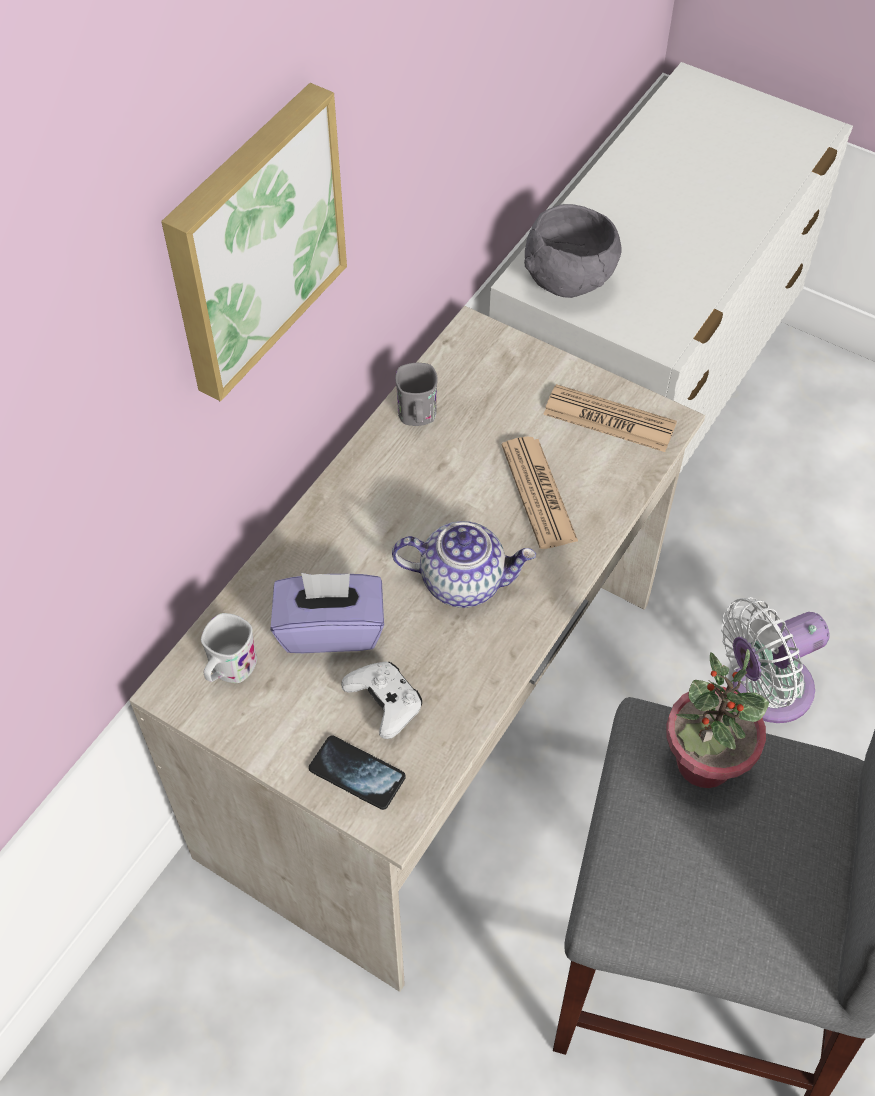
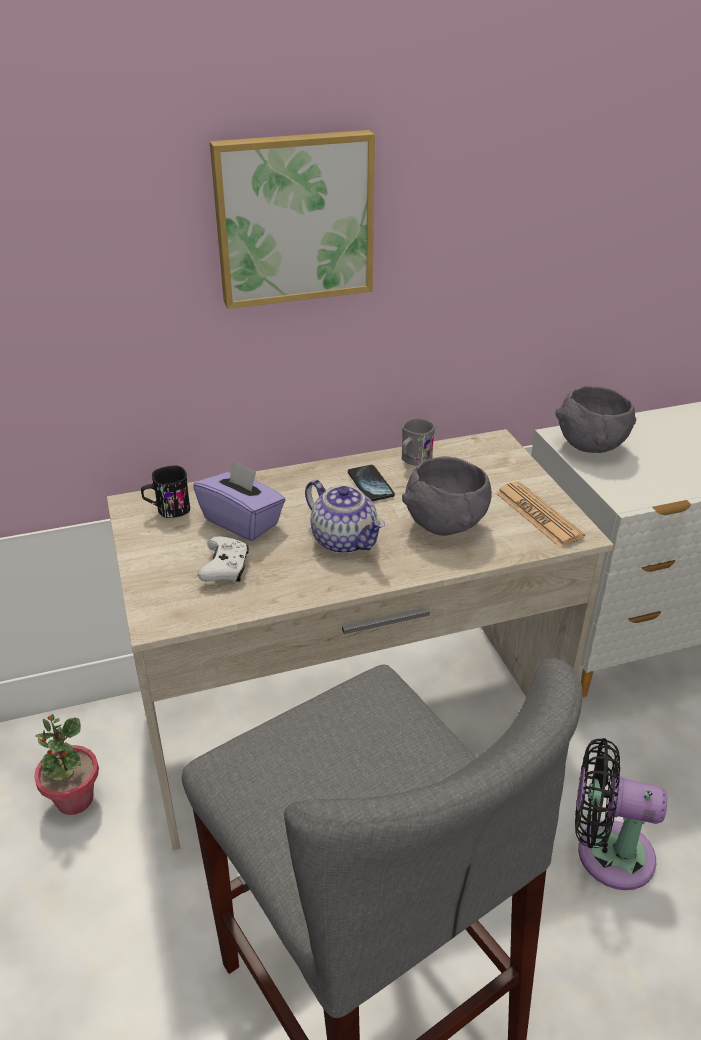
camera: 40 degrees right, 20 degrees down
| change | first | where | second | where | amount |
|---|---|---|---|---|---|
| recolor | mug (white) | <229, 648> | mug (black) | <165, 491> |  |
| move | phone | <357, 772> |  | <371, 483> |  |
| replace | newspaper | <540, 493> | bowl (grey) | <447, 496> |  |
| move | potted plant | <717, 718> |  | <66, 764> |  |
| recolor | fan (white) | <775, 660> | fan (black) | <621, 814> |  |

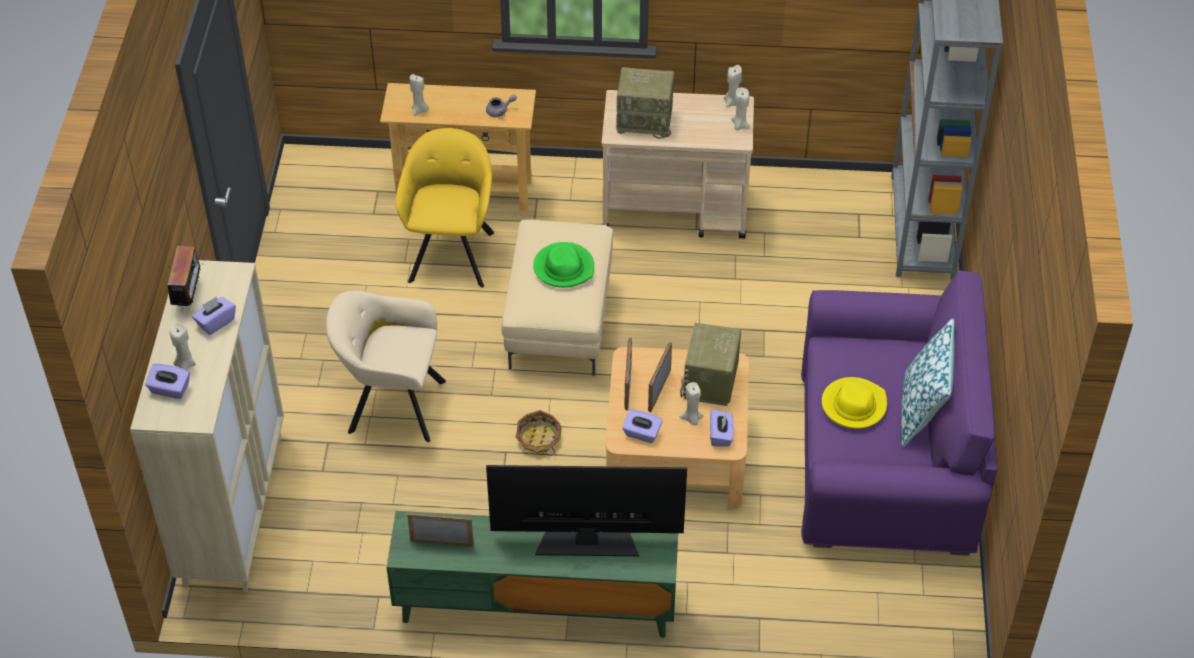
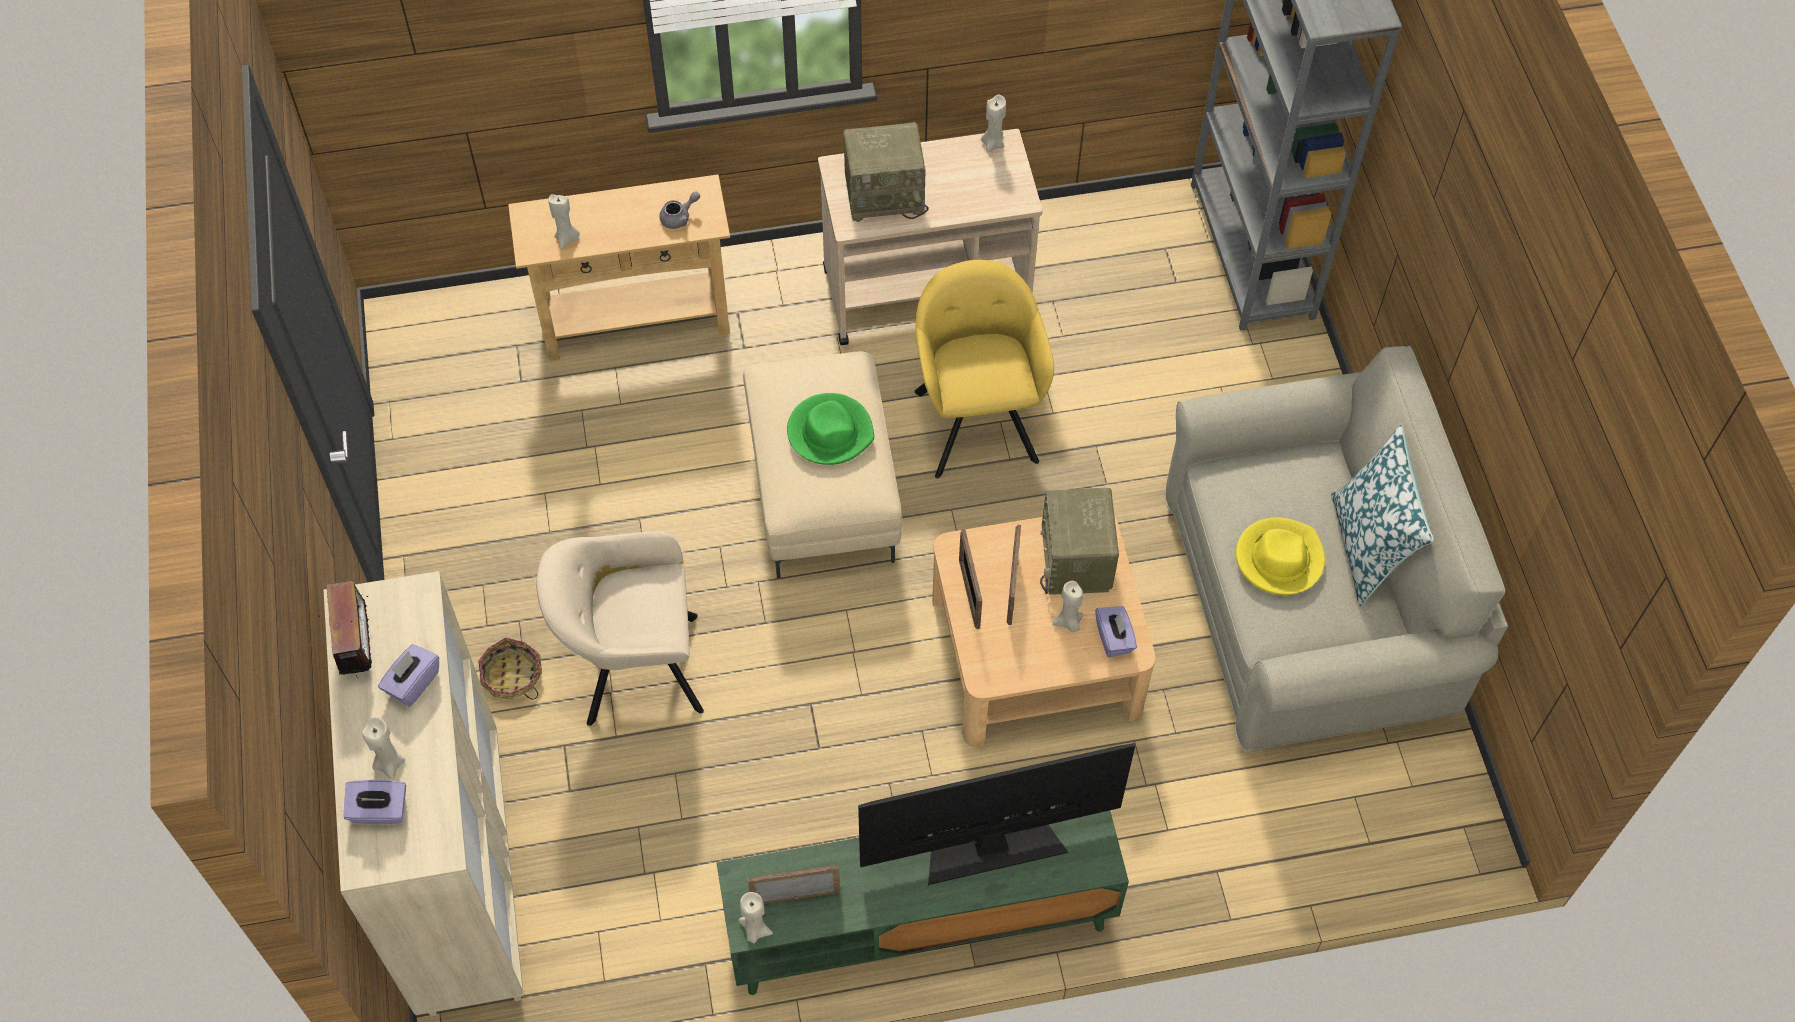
camera: 15 degrees left, 10 degrees up
| change | first | where | second | where | amount |
|---|---|---|---|---|---|
| move | armchair (yellow) | <445, 207> |  | <984, 369> |  |
| move | basket | <538, 433> |  | <510, 668> |  |
| delete | tissue box (purple) | <642, 426> |  |  |  |
| move | candle (beige) | <740, 108> |  | <755, 917> |  |
| recolor | sofa (purple) | <899, 413> | sofa (beige) | <1336, 549> |  |

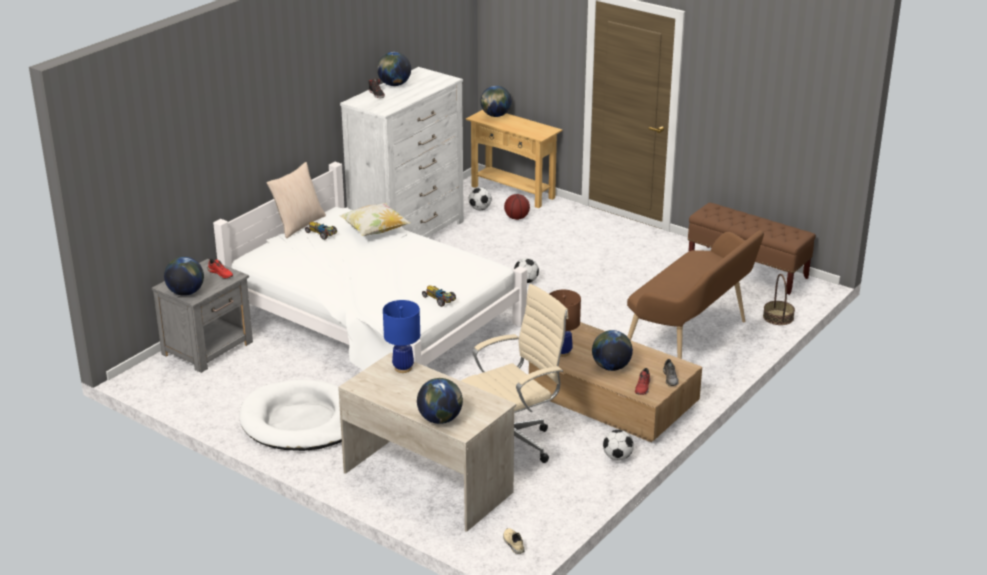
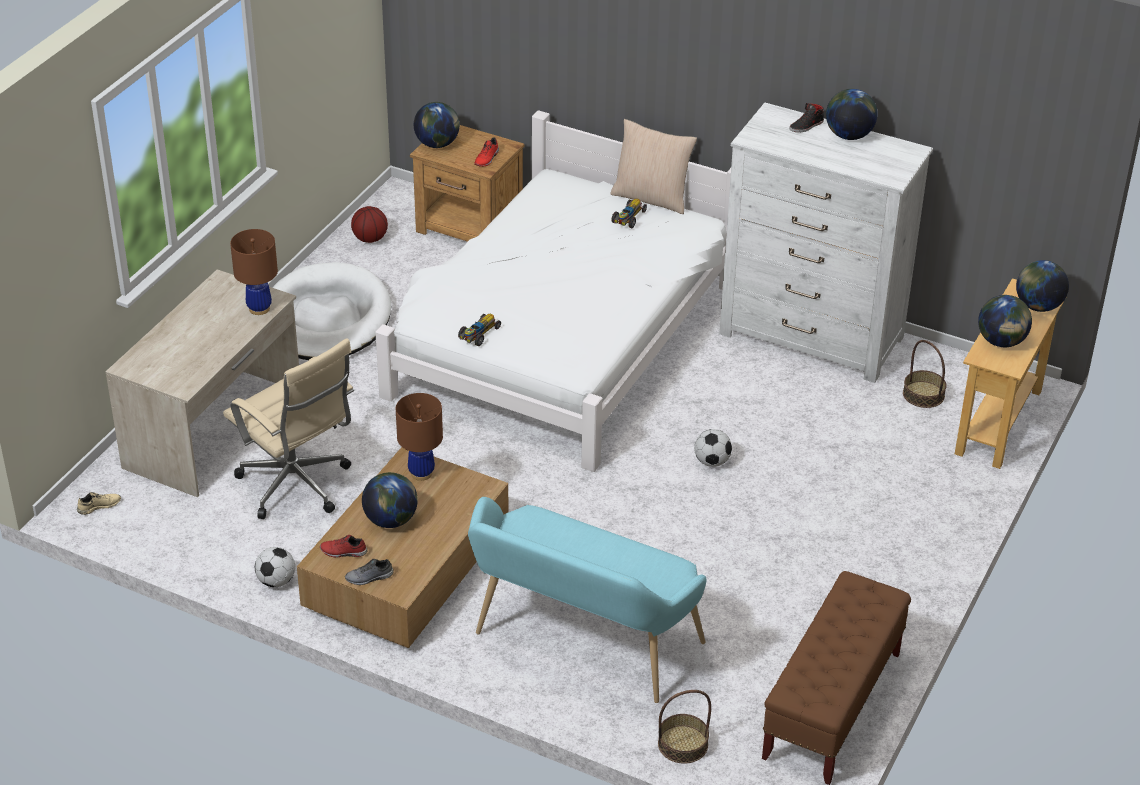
camera: 80 degrees right, 10 degrees up
| change | first | where | second | where | amount |
|---|---|---|---|---|---|
| recolor | nightstand (grey) | <202, 316> | nightstand (brown) | <467, 183> |  |
| delete | pillow | <374, 219> |  |  |  |
| recolor | table lamp (blue) | <401, 336> | table lamp (brown) | <254, 272> |  |
| move | globe | <440, 401> |  | <1005, 321> |  |
| replace | football | <480, 198> | basket | <925, 374> |  |
| move | basketball | <517, 207> |  | <369, 224> |  |
| recolor | bench (brown) | <695, 294> | bench (turquoise) | <587, 600> |  |

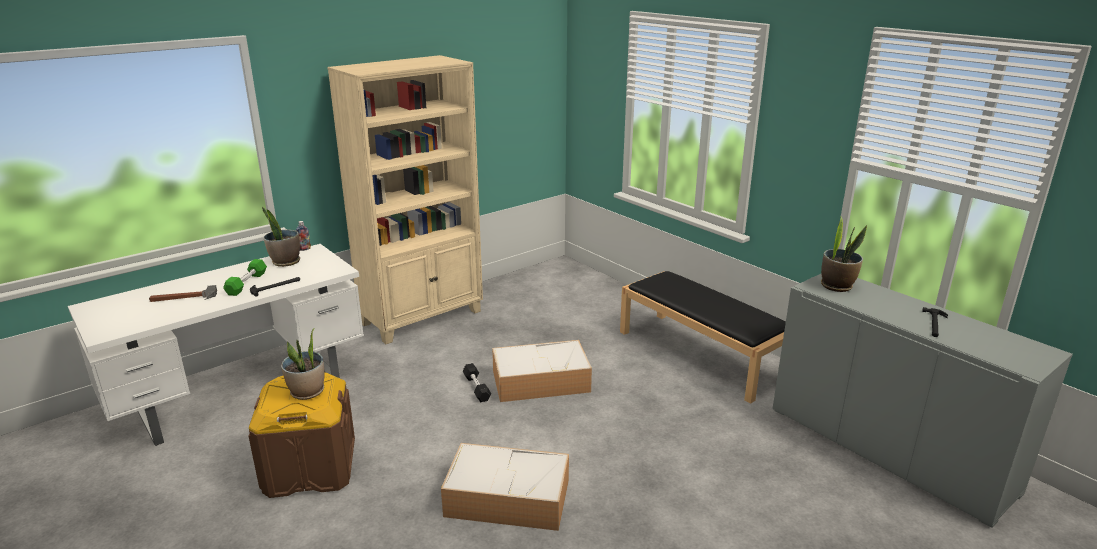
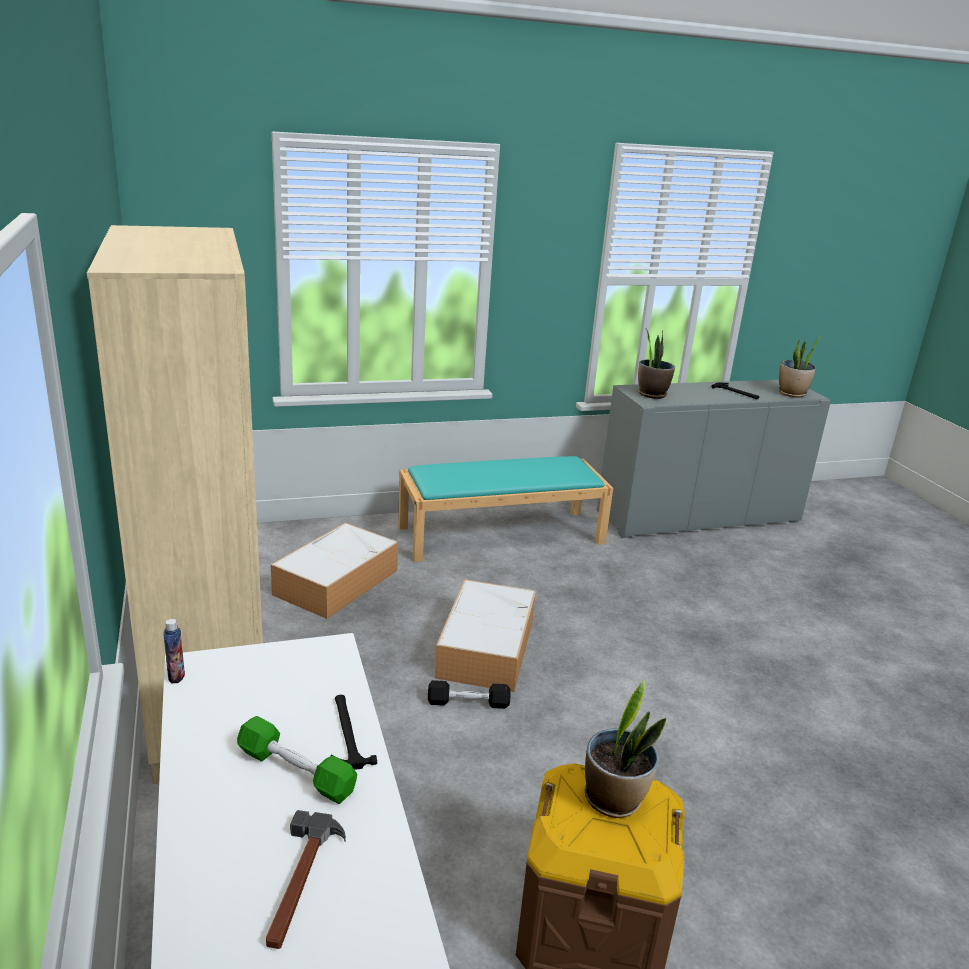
camera: 70 degrees left, 0 degrees up
| change | first | where | second | where | amount |
|---|---|---|---|---|---|
| move | potted plant | <281, 237> |  | <800, 366> |  |
| move | storage box | <505, 487> |  | <334, 571> |  |
| recolor | bench (black) | <703, 337> | bench (turquoise) | <505, 509> |  |

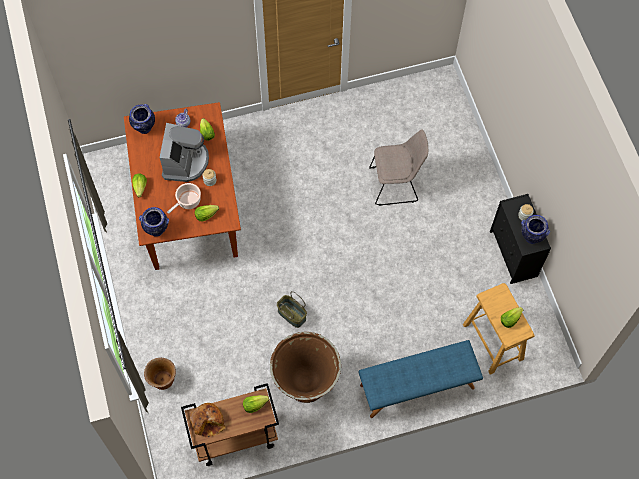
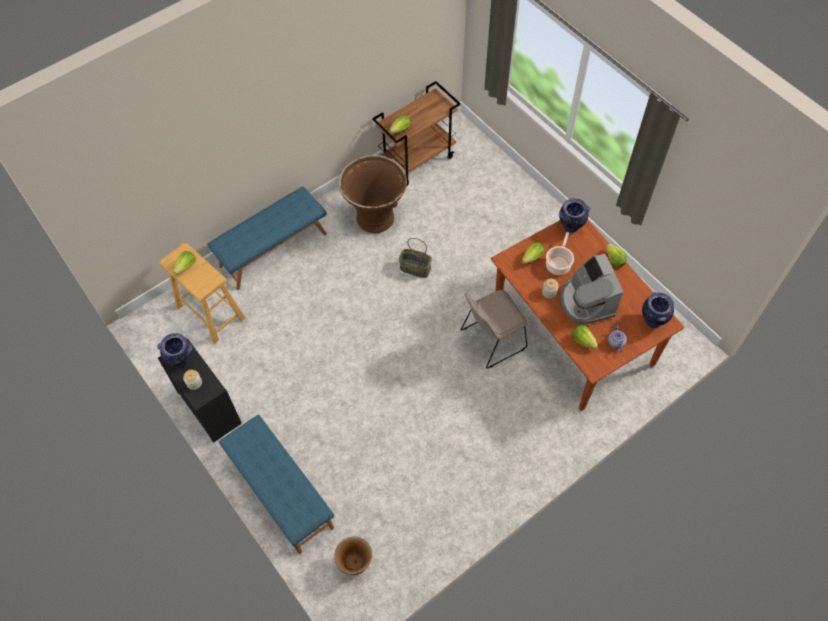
camera: 160 degrees right, 5 degrees down
| change | first | where | second | where | amount |
|---|---|---|---|---|---|
| move | planter (brown) | <160, 374> |  | <353, 555> |  |
| delete | bread | <208, 420> |  |  |  |
| move | chair (beige) | <398, 167> |  | <494, 329> |  |
| insert |  |  | bench (blue) | <276, 484> |  |

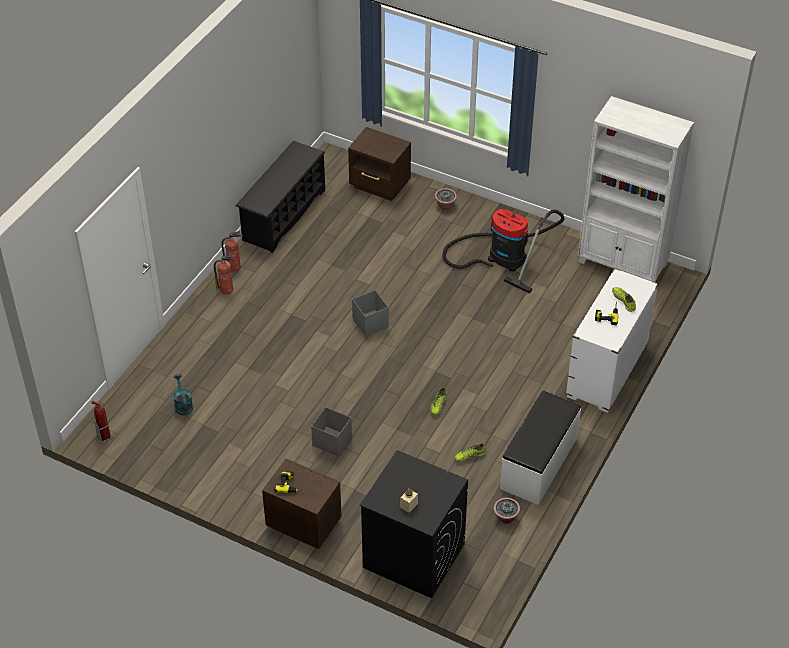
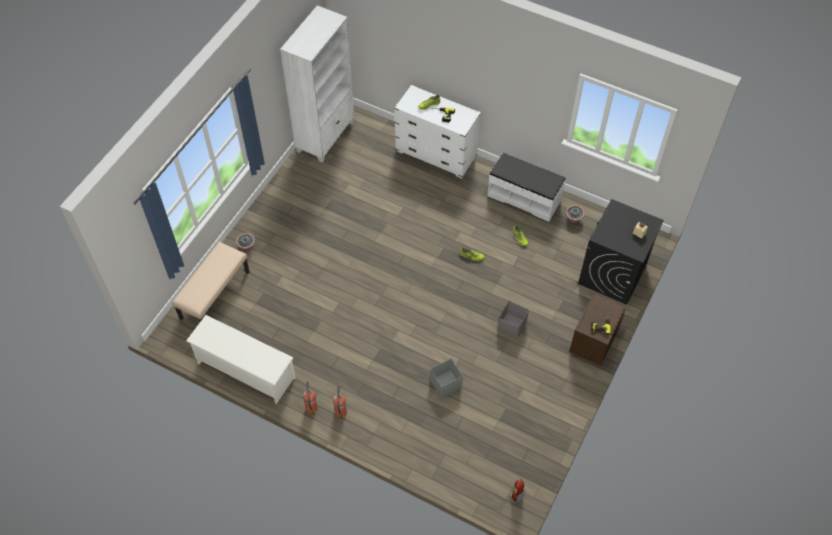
camera: 90 degrees left, 10 degrees up
| change | first | where | second | where | amount |
|---|---|---|---|---|---|
| delete | watering can (turquoise) | <183, 395> |  |  |  |
| recolor | shoe rack (black) | <280, 197> | shoe rack (white) | <241, 359> |  |
| replace | nightstand (brown) | <379, 164> | bench (beige) | <211, 282> |  |
| move | storage box (grey) | <370, 313> |  | <446, 378> |  |
| delete | vacuum cleaner | <503, 251> |  |  |  |

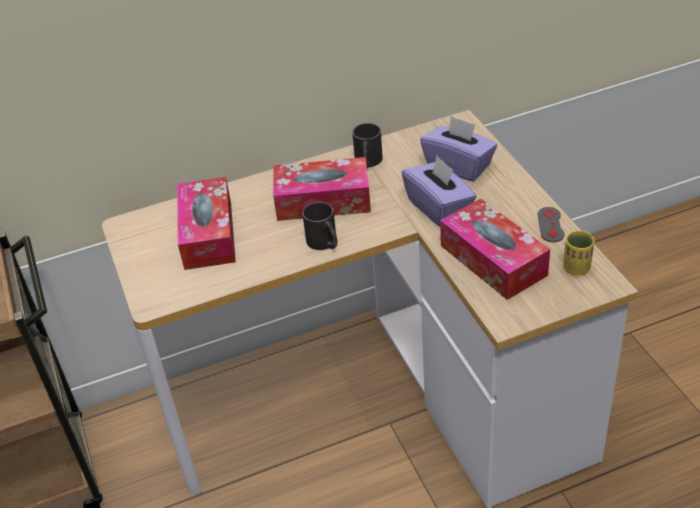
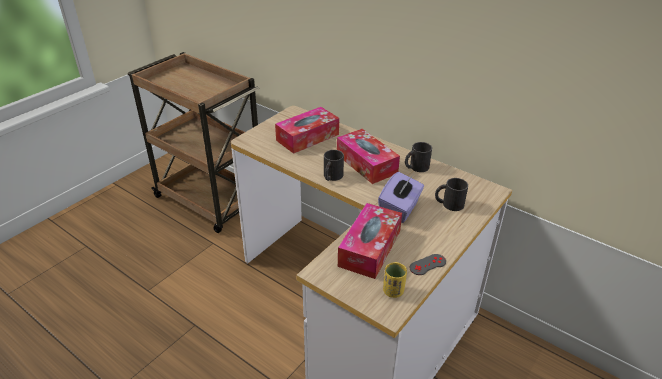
camera: 55 degrees right, 5 degrees down
| change | first | where | second | where | amount |
|---|---|---|---|---|---|
| replace | tissue box (purple) | <458, 148> | mug (black) | <451, 194> |  |

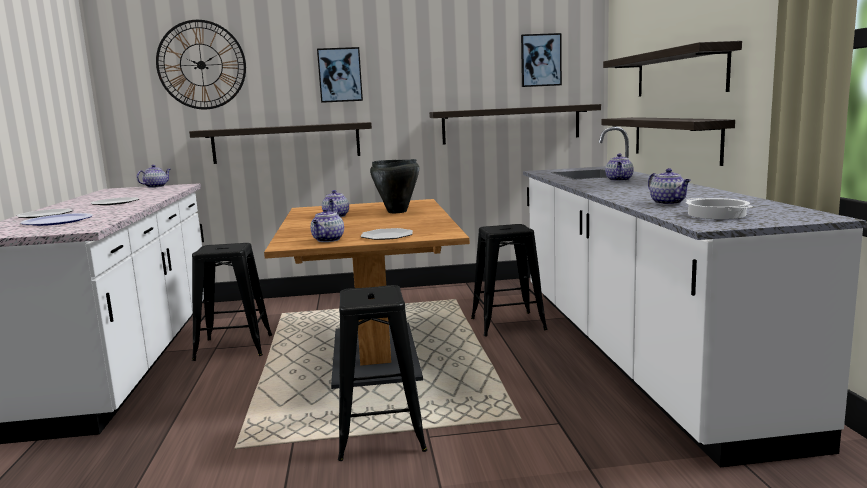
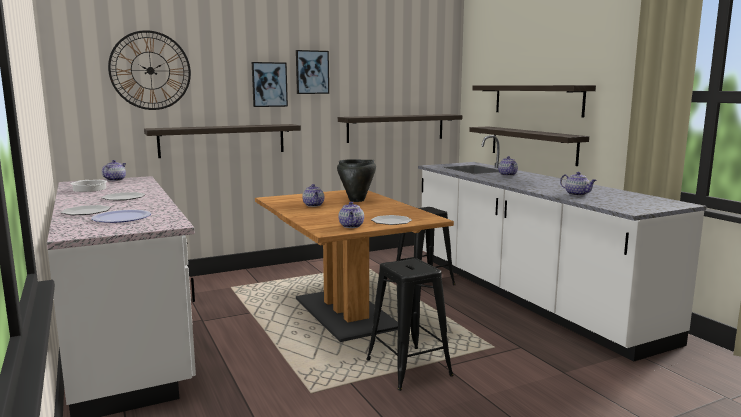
camera: 20 degrees left, 0 degrees up
| change | first | where | second | where | amount |
|---|---|---|---|---|---|
| delete | stool (black) | <232, 302> |  |  |  |
| move | picture | <541, 60> |  | <312, 72> |  |
| move | cooking pot | <719, 208> |  | <89, 186> |  |

